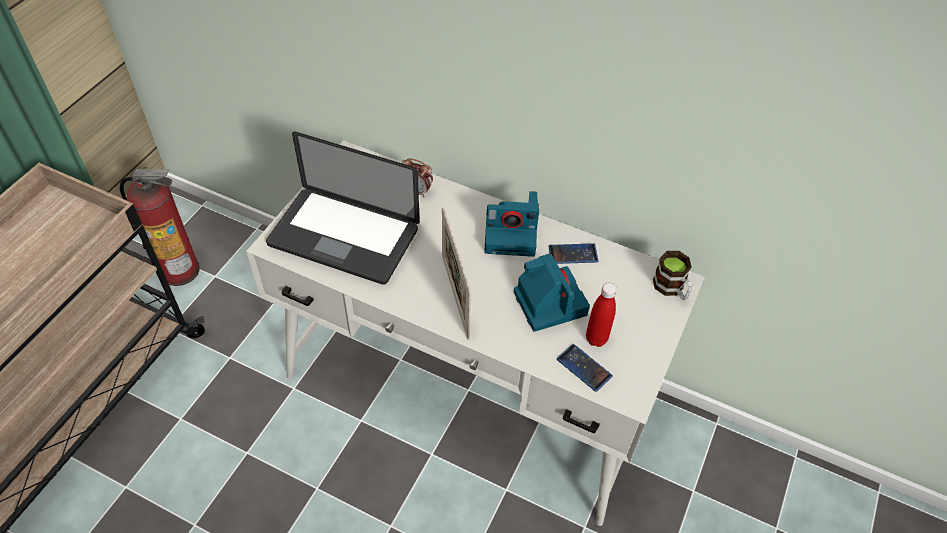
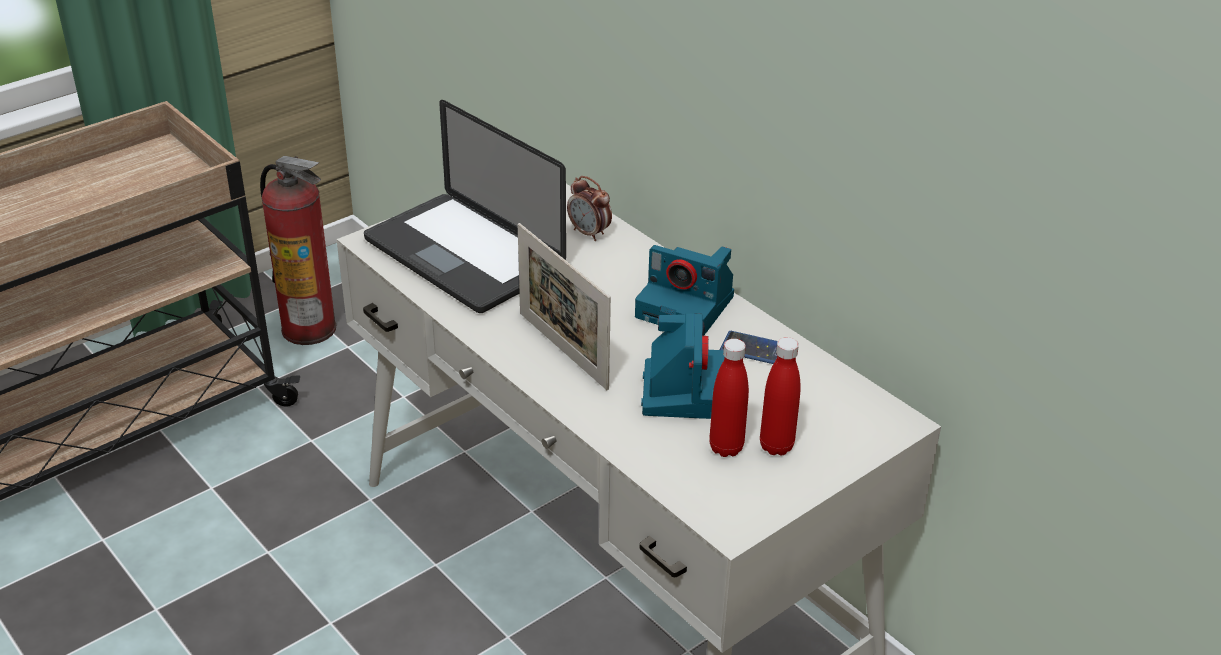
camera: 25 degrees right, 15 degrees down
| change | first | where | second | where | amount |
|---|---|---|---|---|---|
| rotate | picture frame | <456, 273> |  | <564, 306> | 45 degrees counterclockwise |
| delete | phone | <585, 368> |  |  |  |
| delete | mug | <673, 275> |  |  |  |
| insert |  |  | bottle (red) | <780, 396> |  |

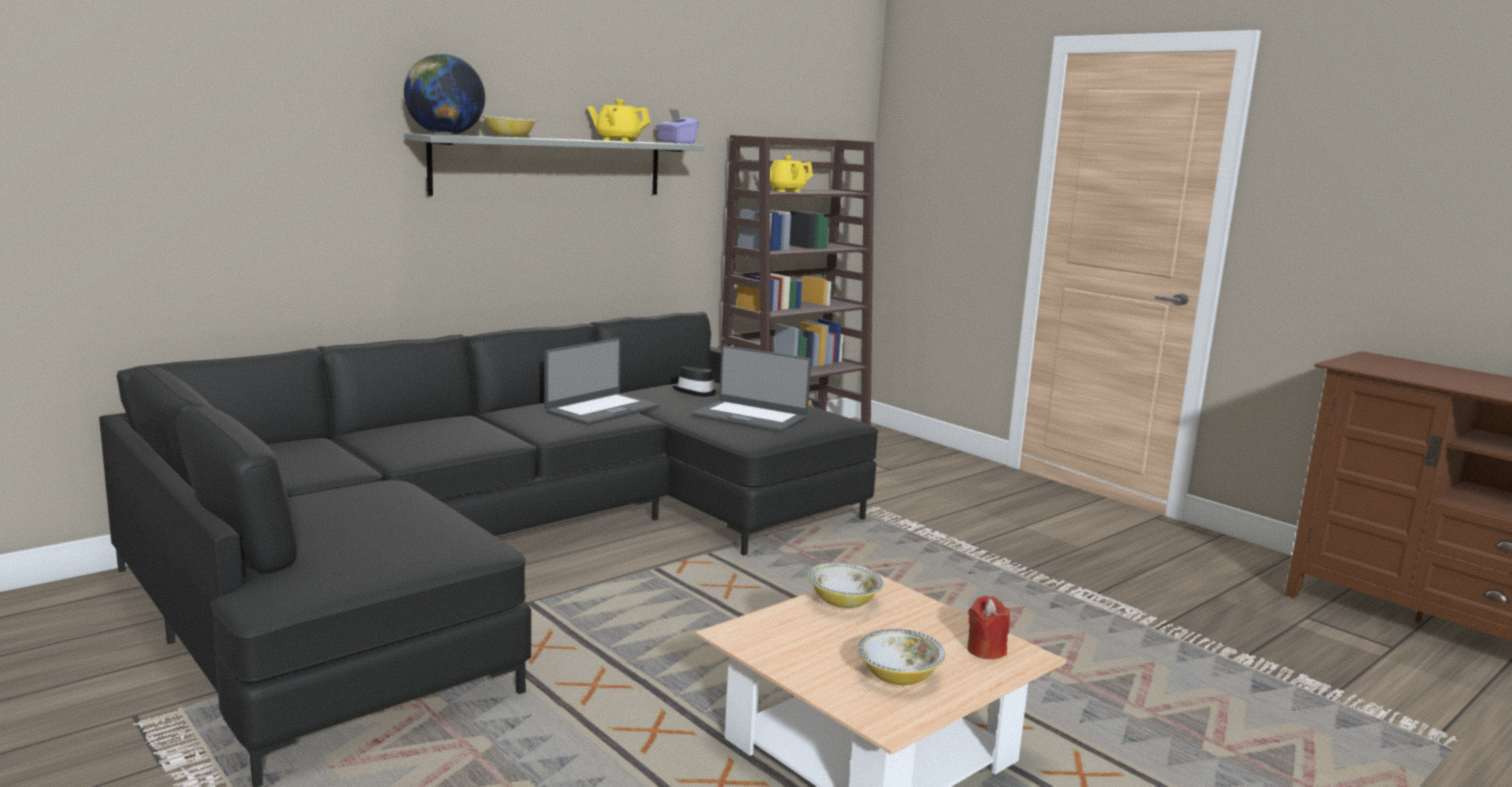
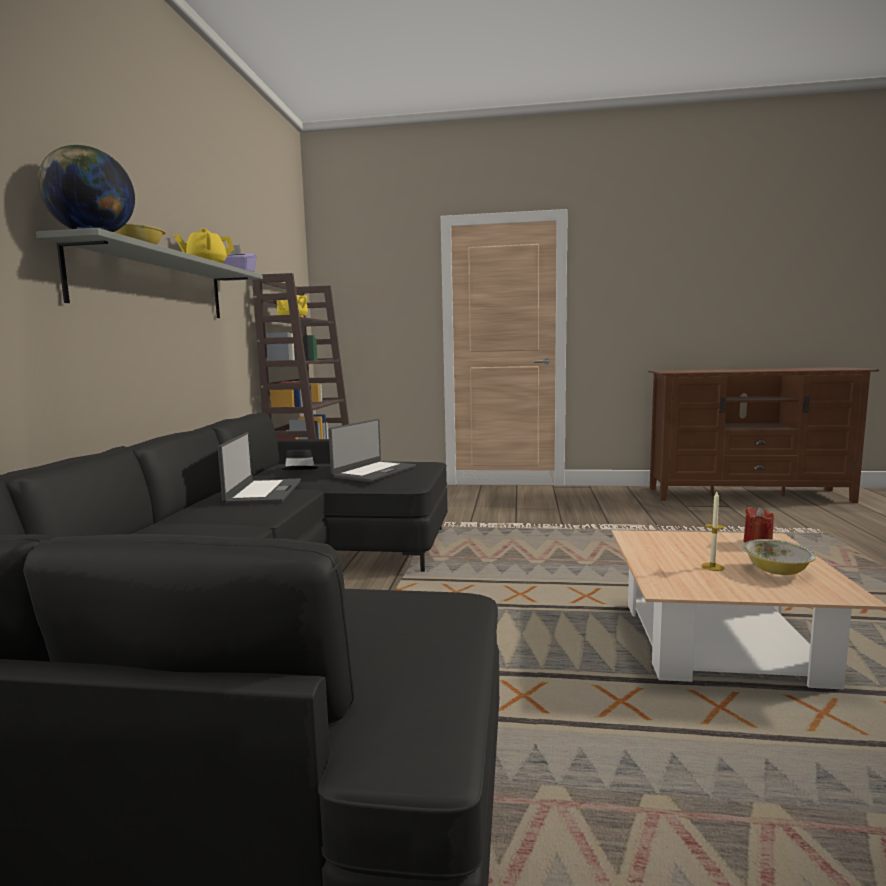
camera: 40 degrees left, 5 degrees down
| change | first | where | second | where | amount |
|---|---|---|---|---|---|
| rotate | laptop | <751, 389> |  | <372, 450> | 45 degrees counterclockwise |
| delete | bowl | <846, 585> |  |  |  |
| insert |  |  | candle | <713, 531> |  |

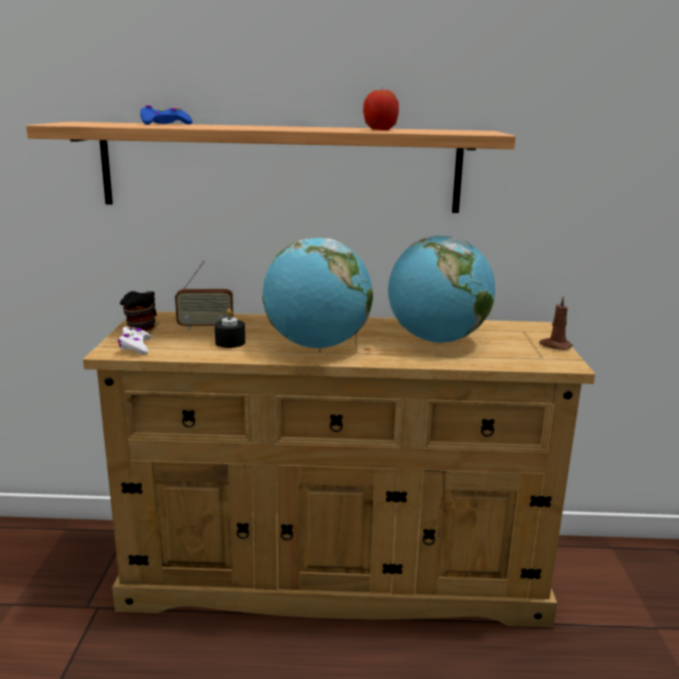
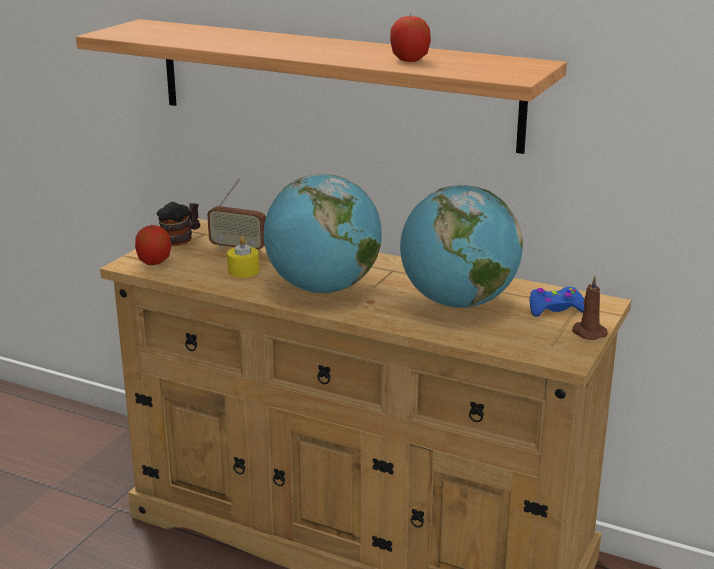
camera: 25 degrees right, 5 degrees up
| change | first | where | second | where | amount |
|---|---|---|---|---|---|
| replace | game controller (white) | <135, 341> | apple | <153, 245> |  |
| move | game controller (blue) | <166, 115> |  | <557, 302> |  |
| recolor | candle (black) | <230, 328> | candle (yellow) | <243, 257> |  |

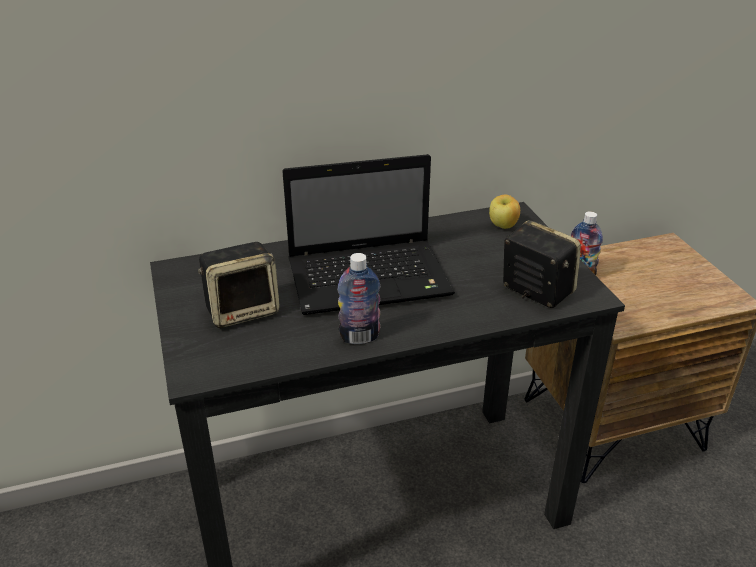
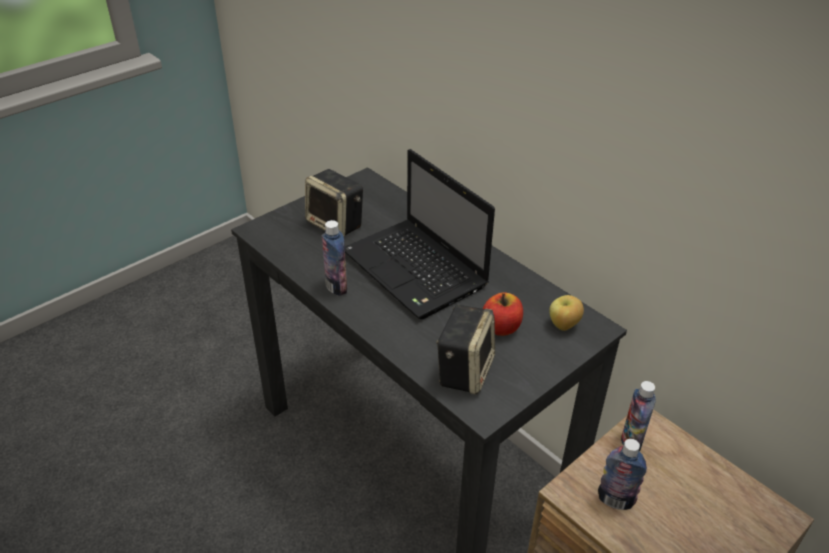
camera: 65 degrees right, 5 degrees up
| change | first | where | second | where | amount |
|---|---|---|---|---|---|
| insert |  |  | apple | <503, 314> |  |
| insert |  |  | bottle | <622, 474> |  |

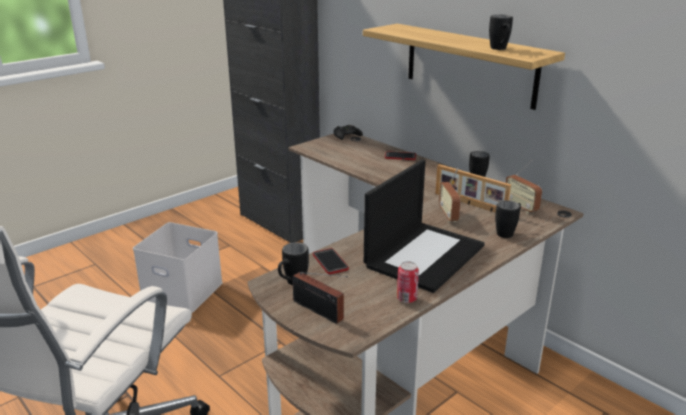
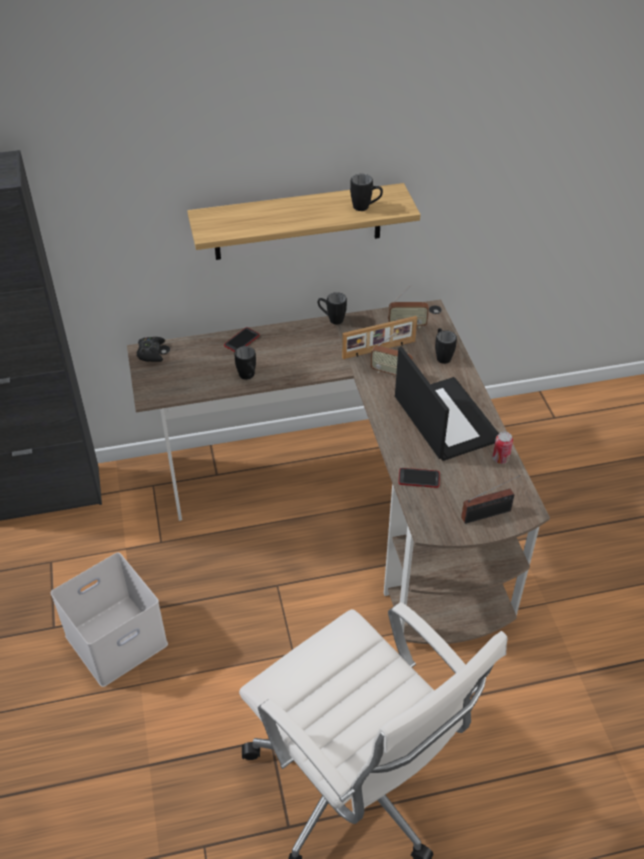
camera: 60 degrees left, 20 degrees up
| change | first | where | second | where | amount |
|---|---|---|---|---|---|
| move | mug (black) | <293, 263> |  | <245, 363> |  |

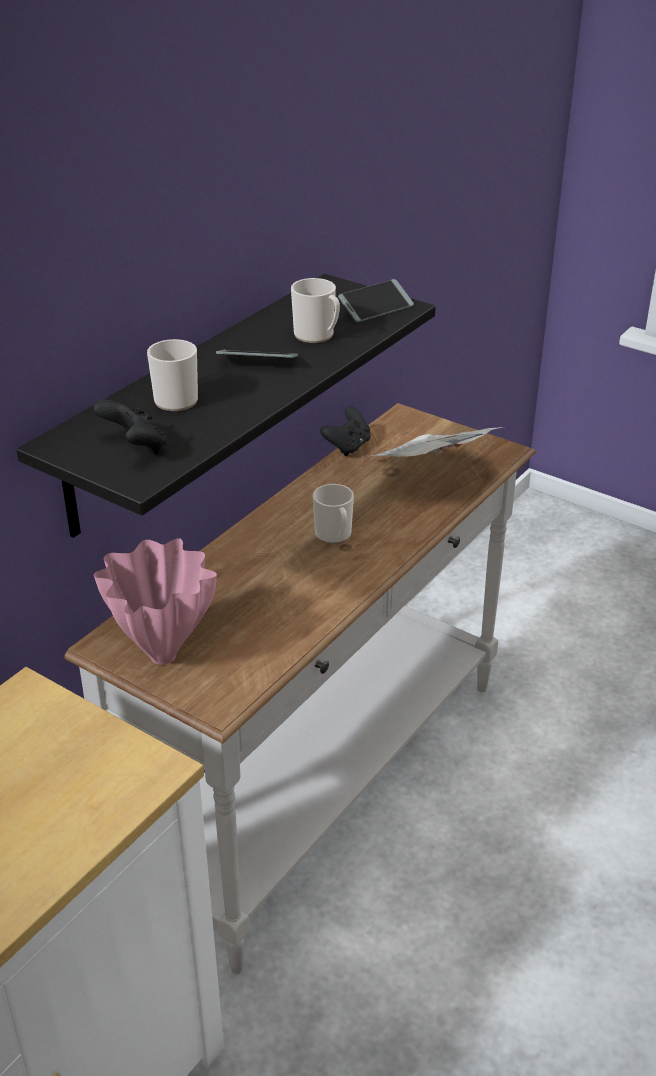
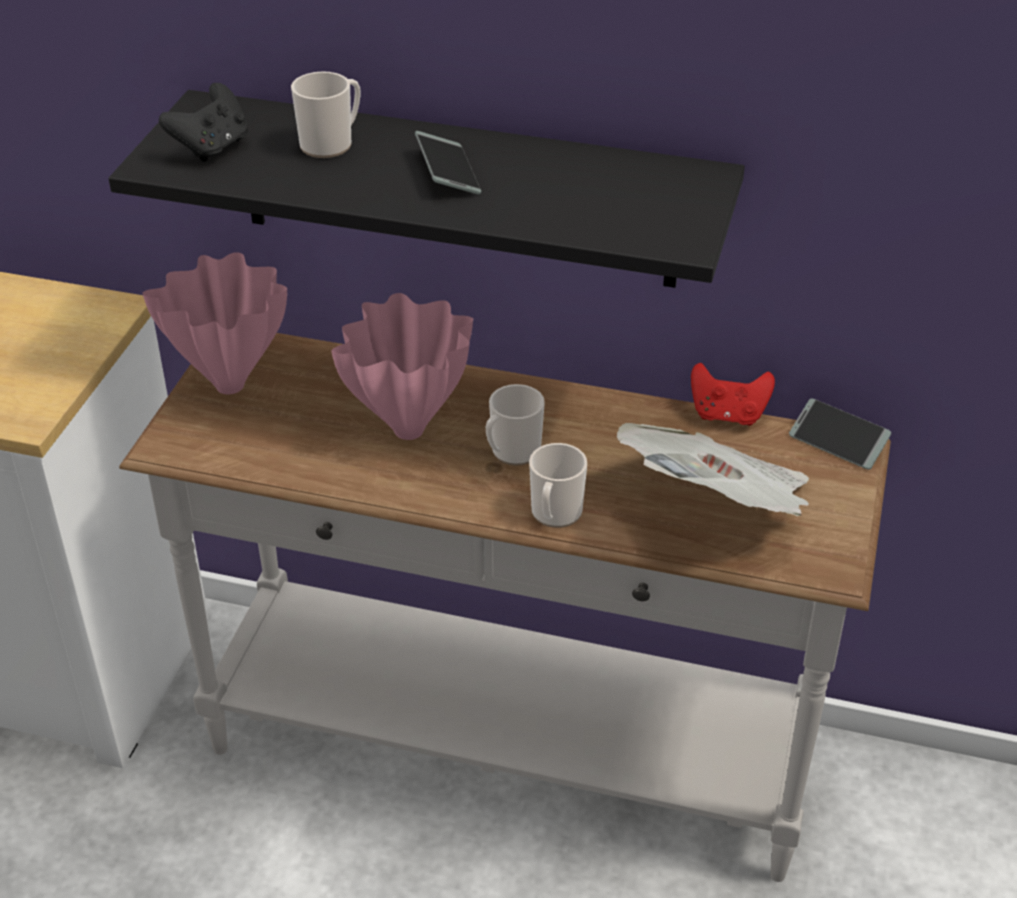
camera: 70 degrees right, 5 degrees up
| change | first | where | second | where | amount |
|---|---|---|---|---|---|
| move | mug | <315, 310> |  | <558, 485> |  |
| recolor | game controller (black) | <345, 431> | game controller (red) | <733, 394> |  |
| move | phone | <376, 300> |  | <840, 433> |  |
| insert |  |  | vase (pink) | <402, 366> |  |

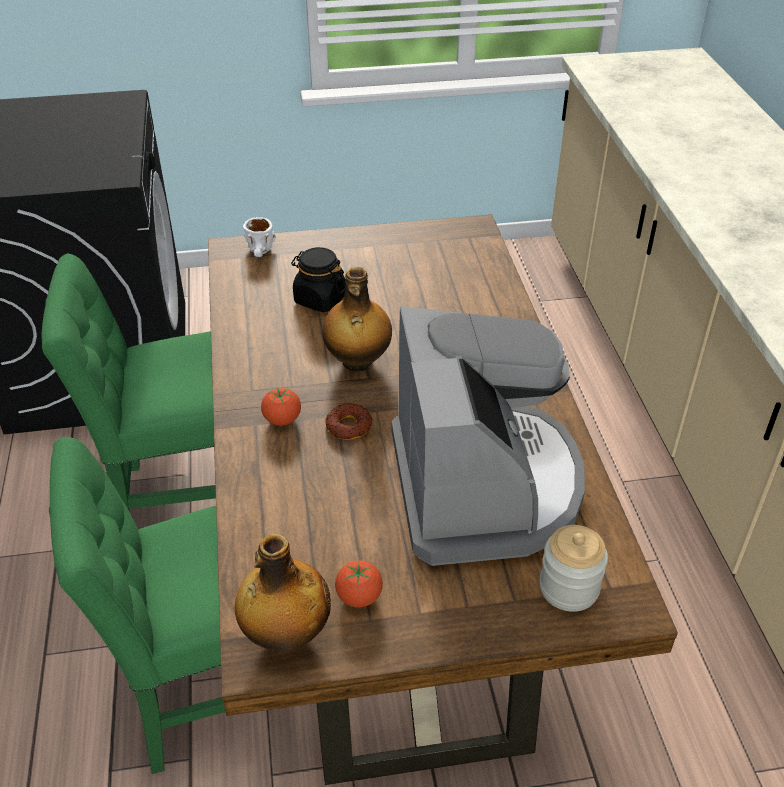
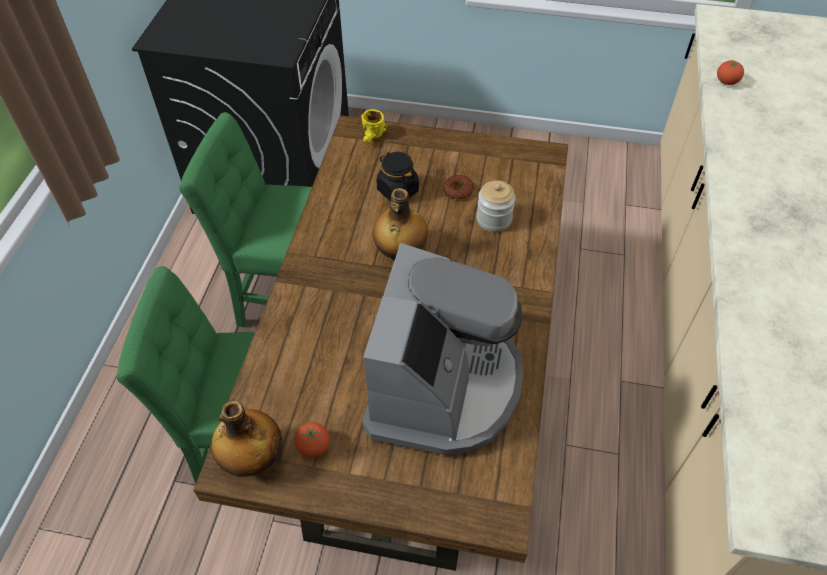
camera: 20 degrees right, 10 degrees up
| change | first | where | second | where | amount |
|---|---|---|---|---|---|
| recolor | mug (white) | <259, 237> | mug (yellow) | <374, 126> |  |
| move | tomato | <281, 407> |  | <730, 72> |  |
| move | donut | <348, 421> |  | <458, 187> |  |
| move | jar | <573, 568> |  | <495, 206> |  |

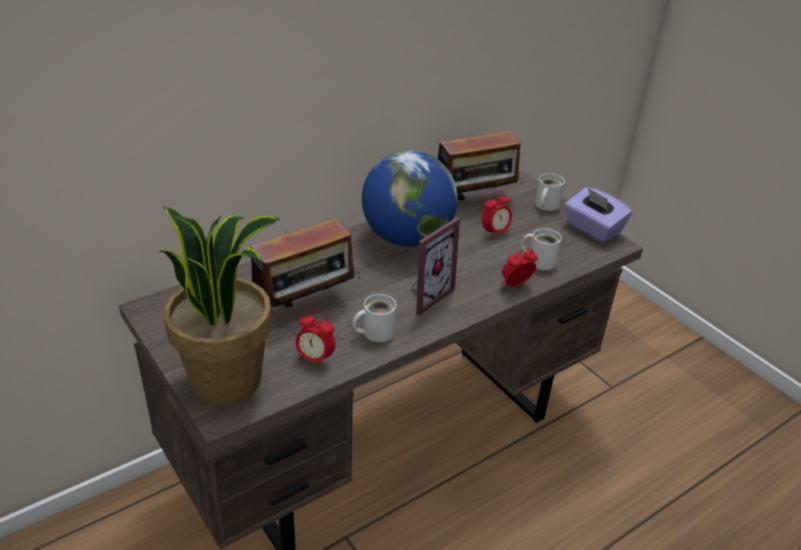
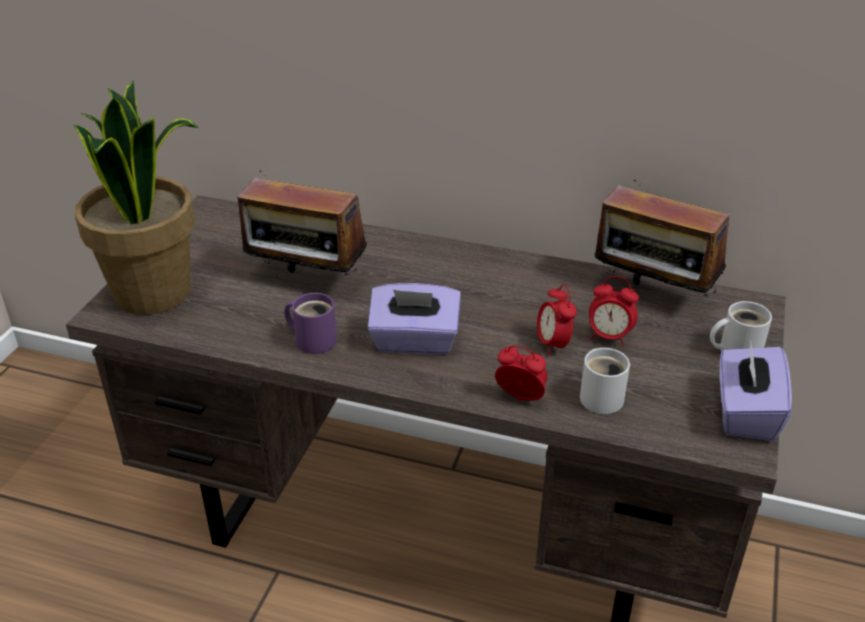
camera: 55 degrees right, 0 degrees up
| change | first | where | second | where | amount |
|---|---|---|---|---|---|
| move | alarm clock | <315, 339> |  | <557, 320> |  |
| recolor | mug (white) | <375, 318> | mug (purple) | <310, 323> |  |
| delete | globe | <410, 198> |  |  |  |
| replace | picture frame | <435, 266> | tissue box (purple) | <414, 319> |  |

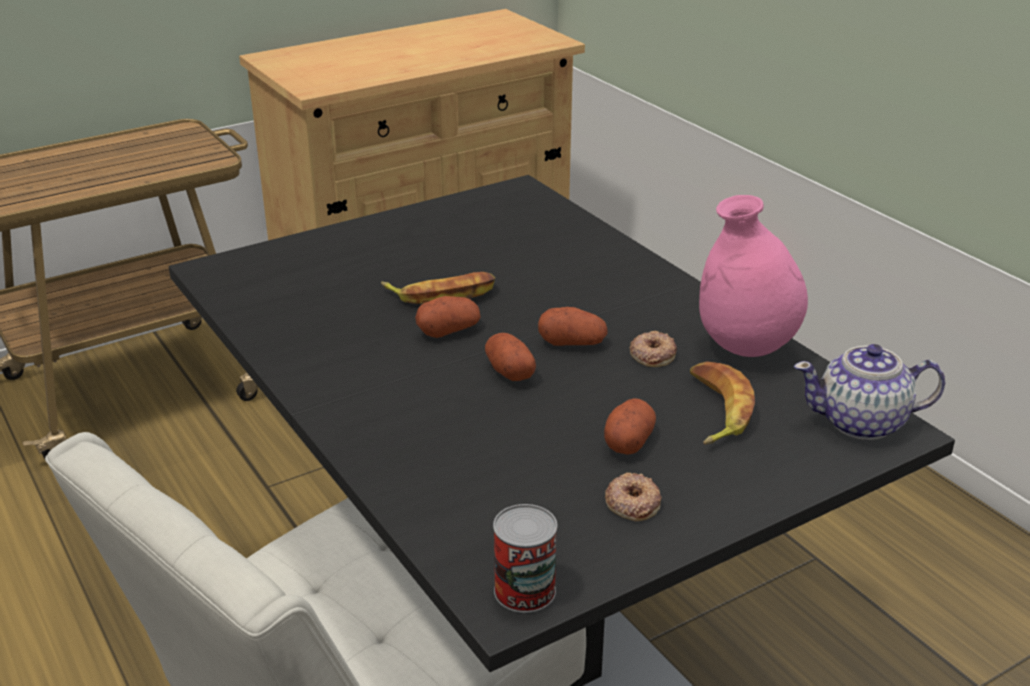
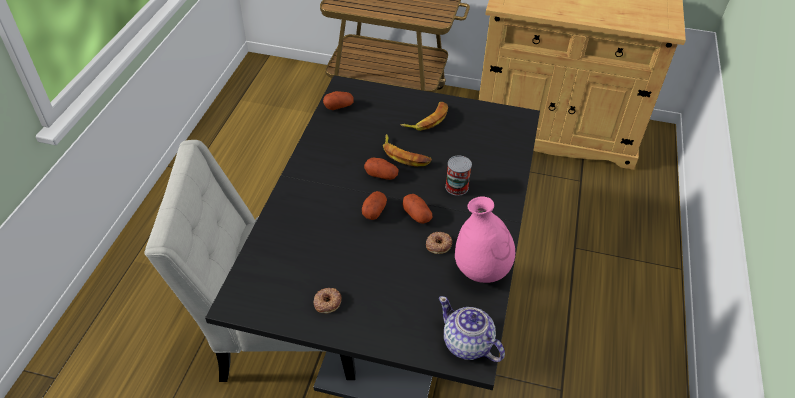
camera: 45 degrees right, 15 degrees up
| change | first | where | second | where | amount |
|---|---|---|---|---|---|
| move | can | <525, 558> |  | <458, 175> |  |
| move | potato | <630, 426> |  | <338, 100> |  |
| move | banana | <722, 403> |  | <424, 116> |  |

